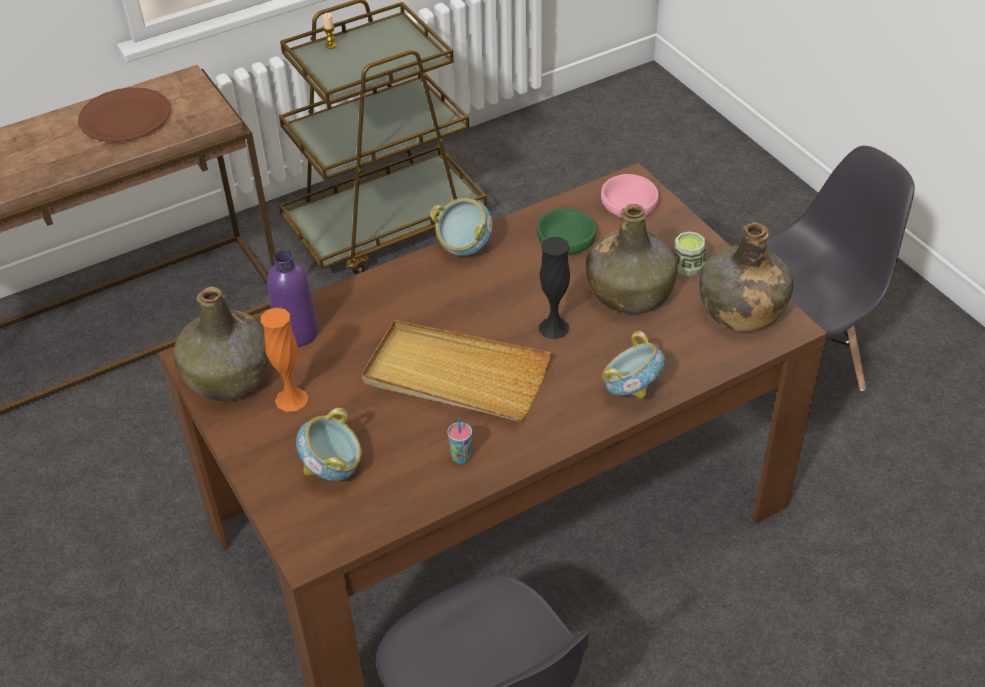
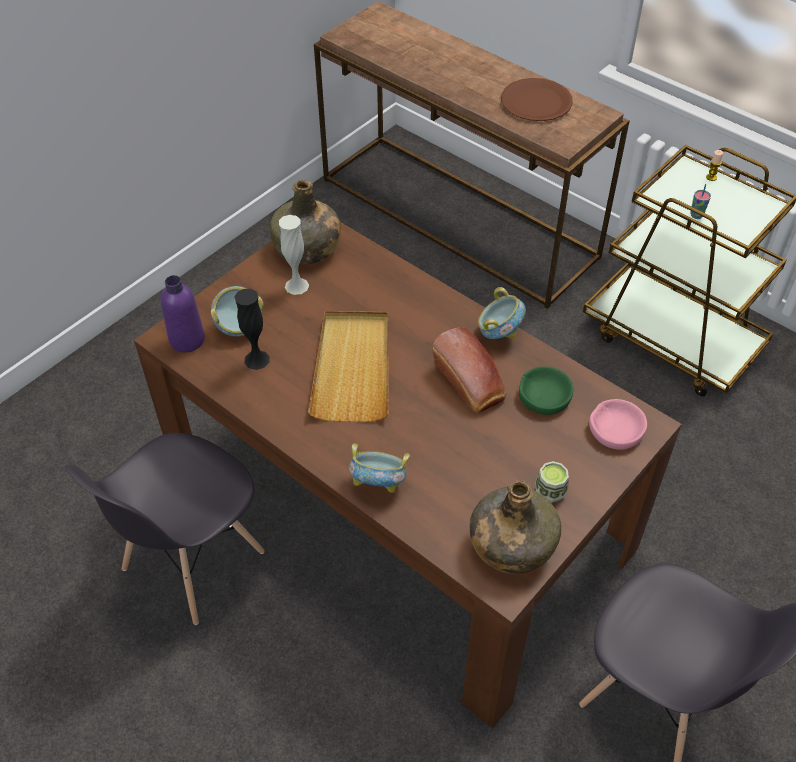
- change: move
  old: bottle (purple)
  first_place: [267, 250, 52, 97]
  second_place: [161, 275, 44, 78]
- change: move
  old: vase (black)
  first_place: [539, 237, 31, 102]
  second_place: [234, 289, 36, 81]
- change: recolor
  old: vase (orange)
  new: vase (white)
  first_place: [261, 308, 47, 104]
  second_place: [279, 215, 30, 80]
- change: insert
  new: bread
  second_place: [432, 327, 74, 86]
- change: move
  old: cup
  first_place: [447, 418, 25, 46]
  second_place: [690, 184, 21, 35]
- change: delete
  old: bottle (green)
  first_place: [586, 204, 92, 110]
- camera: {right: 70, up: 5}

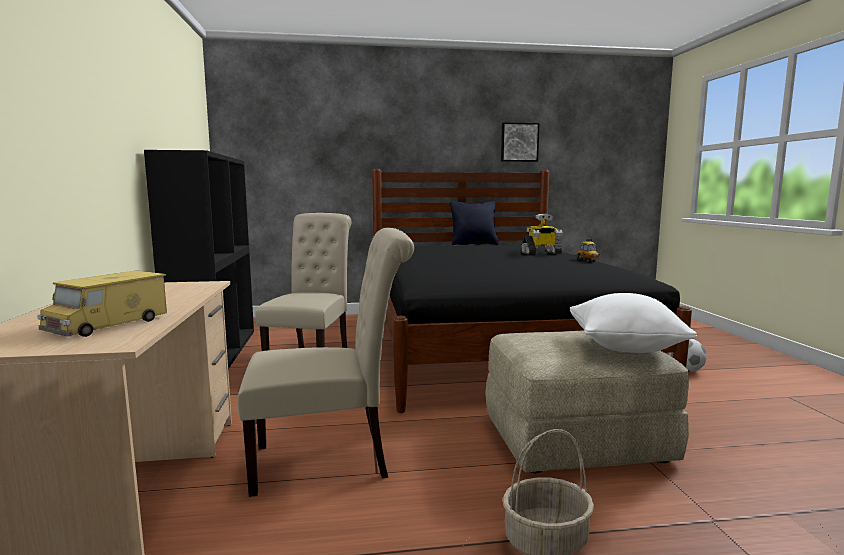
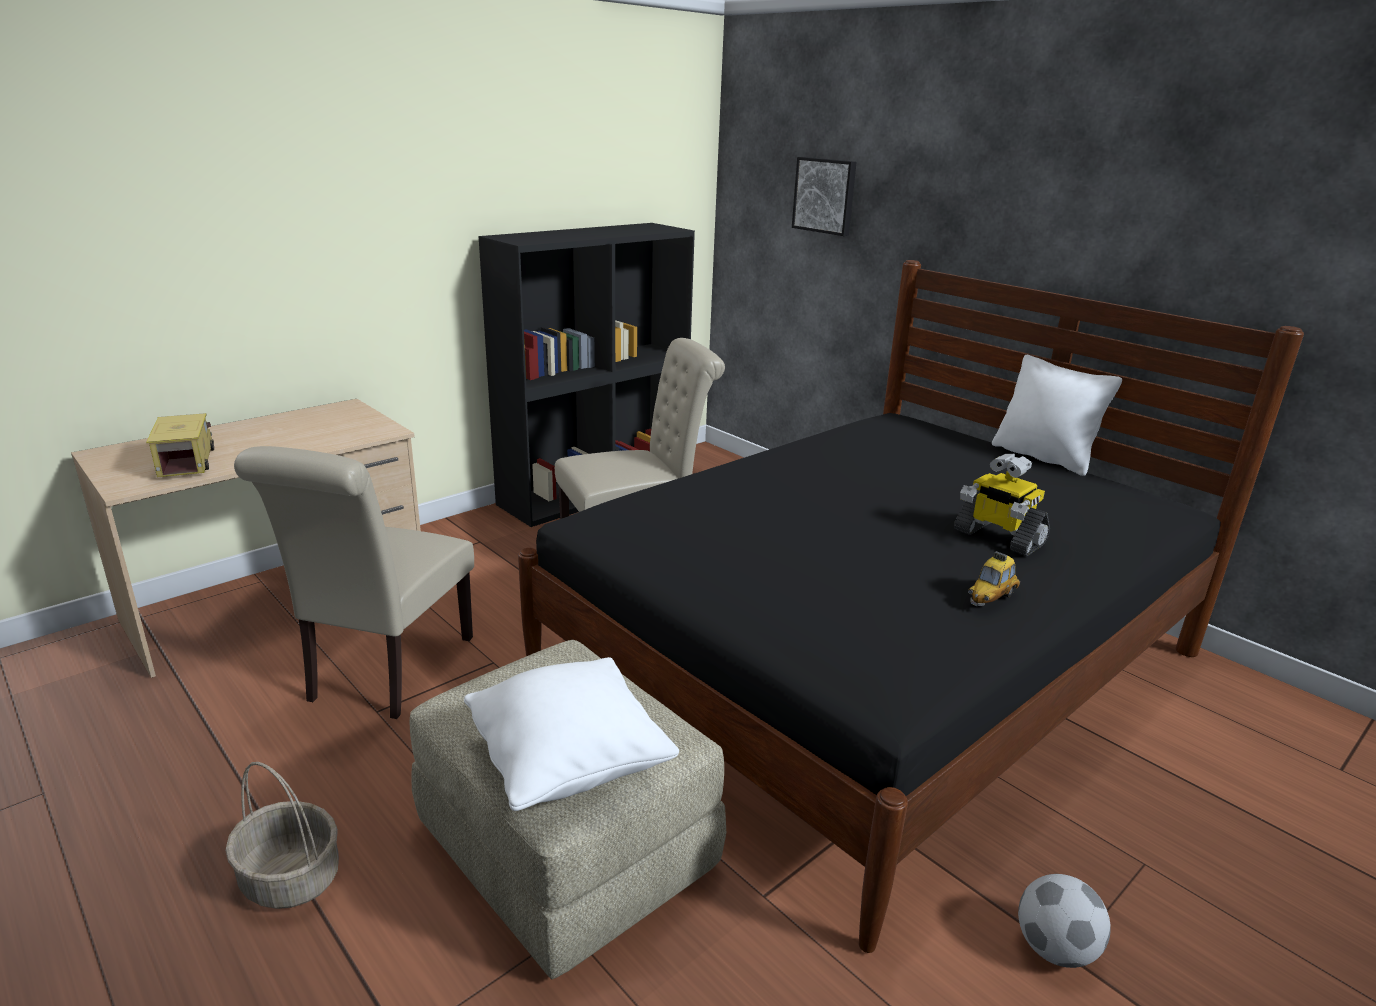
- change: rotate
  old: toy truck
  first_place: [37, 271, 130, 66]
  second_place: [146, 413, 68, 64]
  degrees: 75
- change: rotate
  old: chair (beige)
  first_place: [237, 228, 177, 269]
  second_place: [234, 446, 240, 273]
  degrees: 60
- change: move
  old: picture
  first_place: [501, 122, 39, 40]
  second_place: [792, 157, 65, 79]
- change: recolor
  old: pillow (black)
  new: pillow (white)
  first_place: [450, 201, 49, 44]
  second_place: [992, 355, 130, 121]
- camera: {right: 55, up: 15}

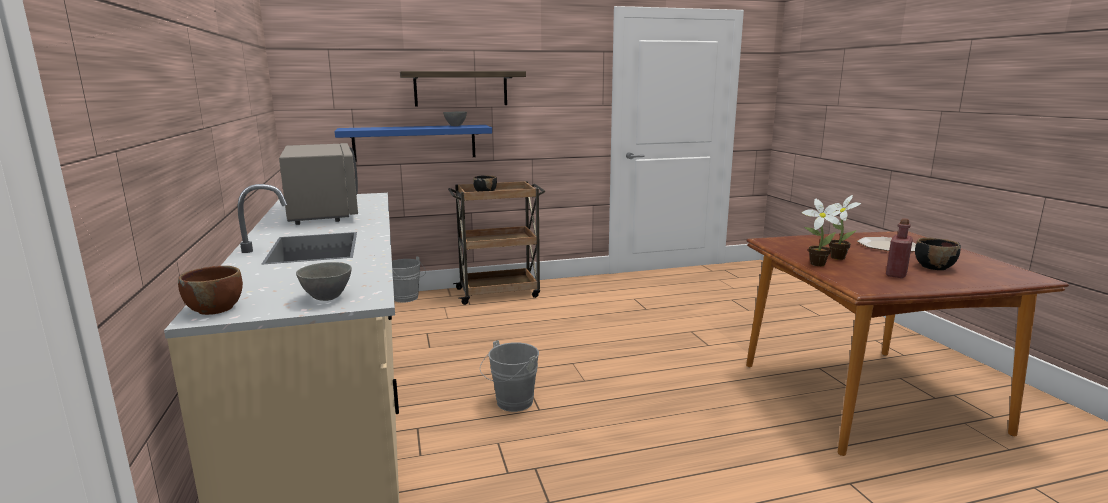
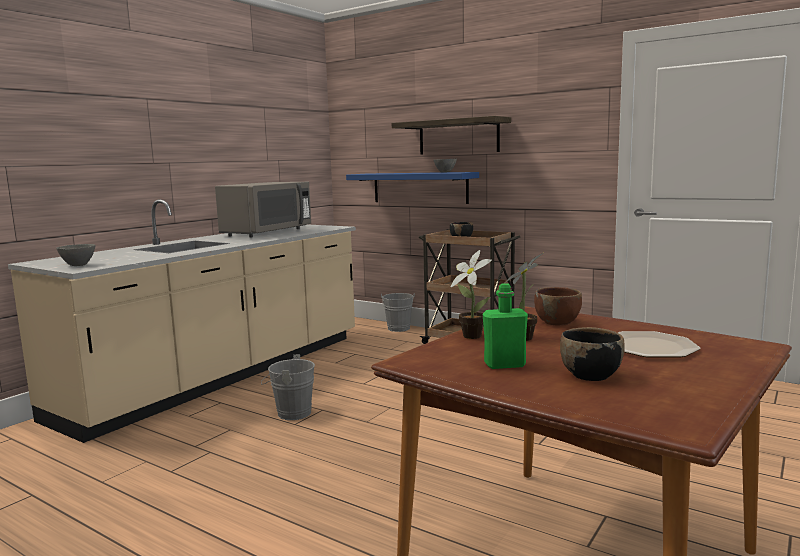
- change: recolor
  old: bottle (red)
  new: bottle (green)
  first_place: [886, 218, 27, 60]
  second_place: [483, 283, 45, 86]
- change: move
  old: bowl (brown)
  first_place: [178, 266, 65, 49]
  second_place: [534, 287, 48, 39]
- camera: {right: 50, up: -5}

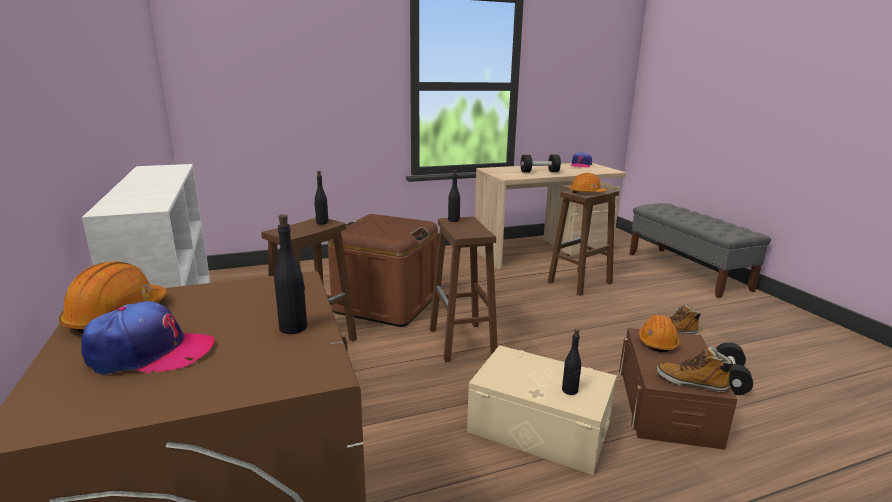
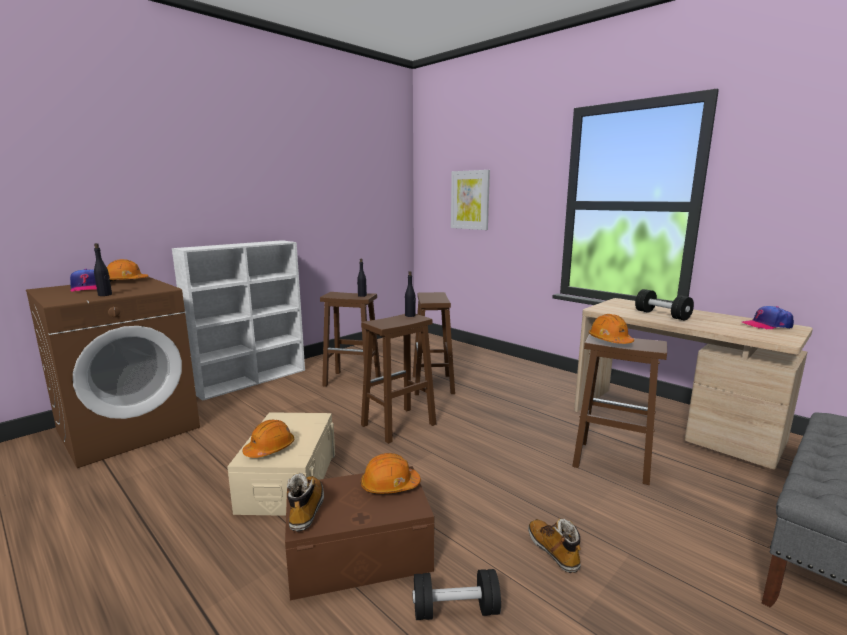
- change: replace
  old: bottle (black)
  new: hard hat (orange)
  first_place: [562, 329, 19, 66]
  second_place: [242, 420, 52, 38]
- change: replace
  old: storage box (brown)
  new: stool (brown)
  first_place: [327, 214, 111, 113]
  second_place: [413, 292, 42, 103]
- change: insert
  new: picture
  second_place: [451, 170, 39, 60]
- camera: {right: 65, up: -5}

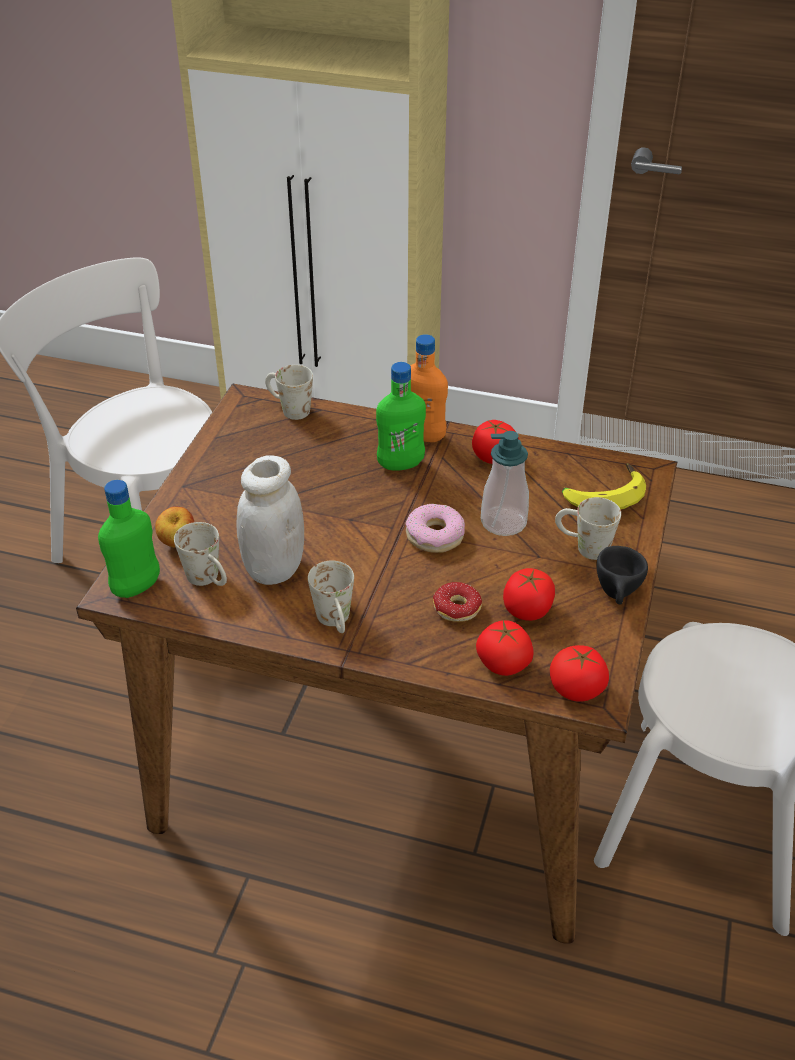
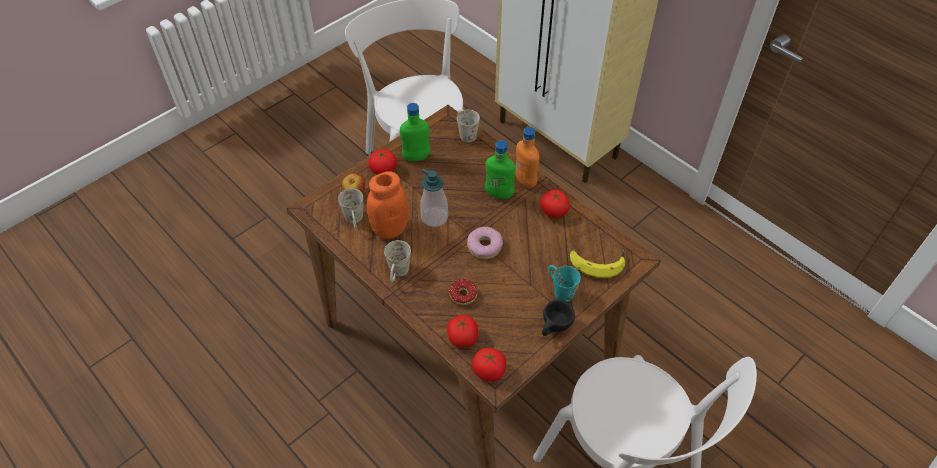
- change: recolor
  old: jar (white)
  new: jar (orange)
  first_place: [236, 455, 68, 130]
  second_place: [367, 171, 42, 68]
- change: move
  old: tomato
  first_place: [503, 568, 52, 53]
  second_place: [368, 149, 29, 26]
- change: move
  old: bottle (green)
  first_place: [98, 480, 62, 118]
  second_place: [400, 103, 30, 58]
- change: move
  old: soap dispenser
  first_place: [481, 431, 48, 105]
  second_place: [420, 169, 28, 58]
- change: recolor
  old: mug (white)
  new: mug (turquoise)
  first_place: [555, 497, 66, 63]
  second_place: [548, 265, 33, 37]
- camera: {right: 30, up: 10}

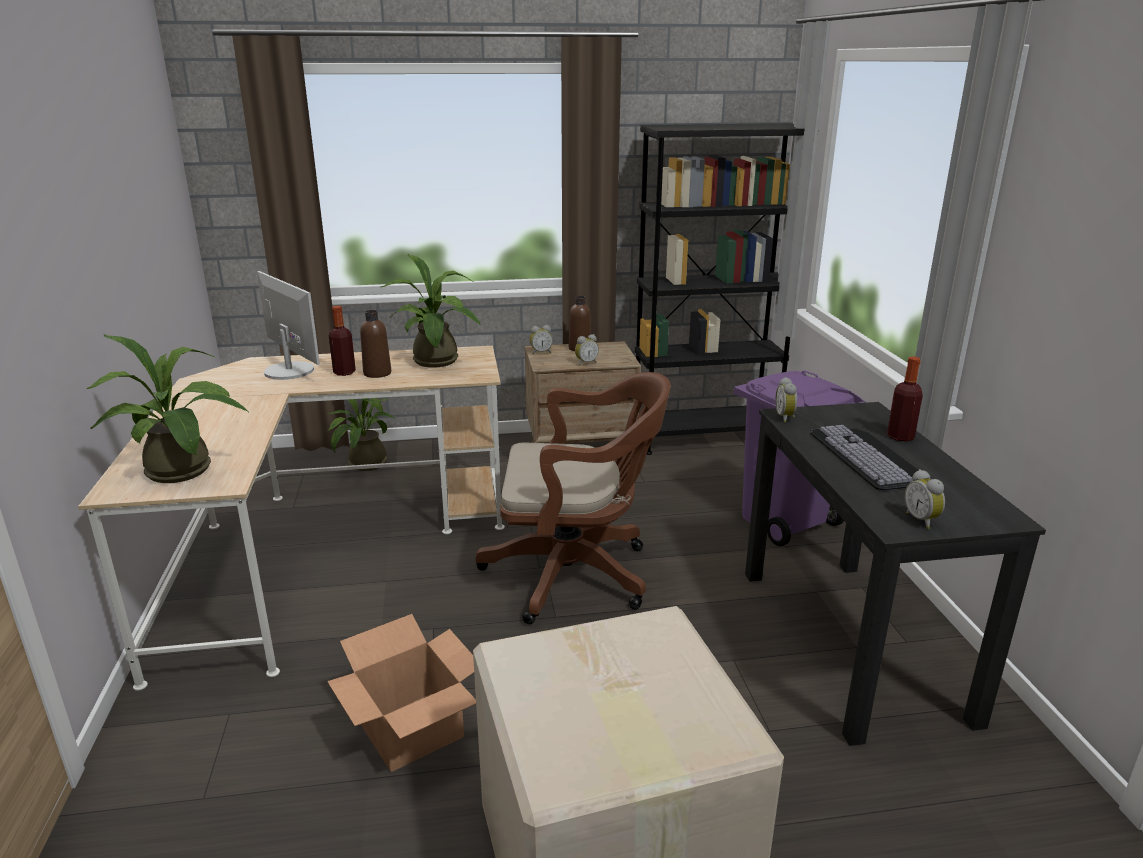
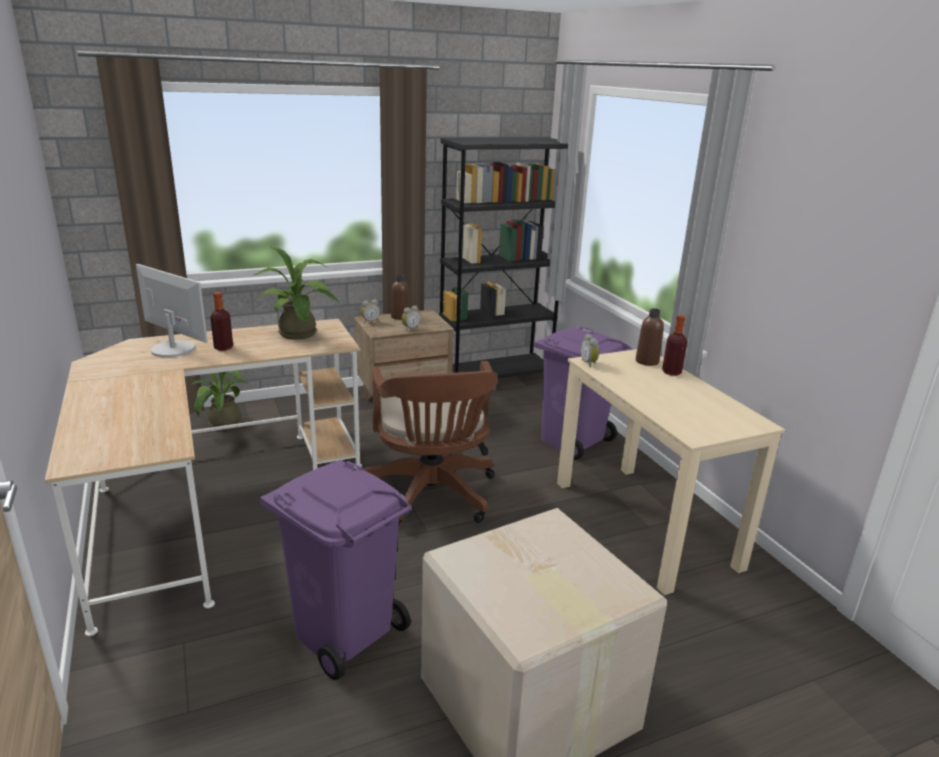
- change: replace
  old: cardboard box
  new: trash can (purple)
  first_place: [327, 614, 149, 158]
  second_place: [260, 460, 152, 220]
- change: rotate
  old: office chair (brown)
  first_place: [476, 372, 195, 252]
  second_place: [363, 361, 135, 162]
  degrees: 90
- change: recolor
  old: desk (black)
  new: desk (beige)
  first_place: [745, 402, 301, 344]
  second_place: [557, 349, 228, 246]
- change: move
  old: bottle (brown)
  first_place: [360, 310, 31, 68]
  second_place: [636, 308, 28, 58]
- change: delete
  old: potted plant
  first_place: [87, 334, 161, 149]
- change: delete
  old: keyboard
  first_place: [810, 425, 109, 65]
- change: delete
  old: alarm clock
  first_place: [905, 469, 40, 60]
- camera: {right: -15, up: 0}

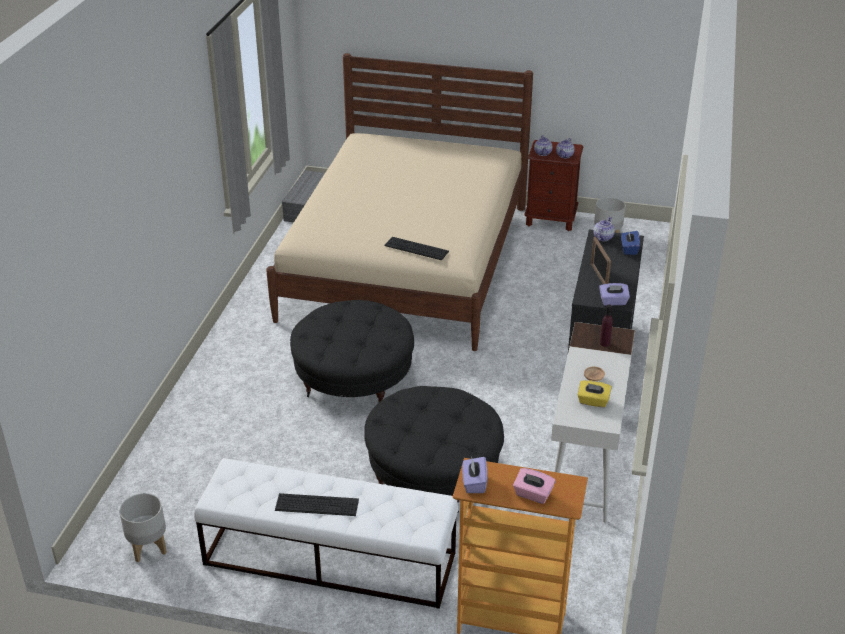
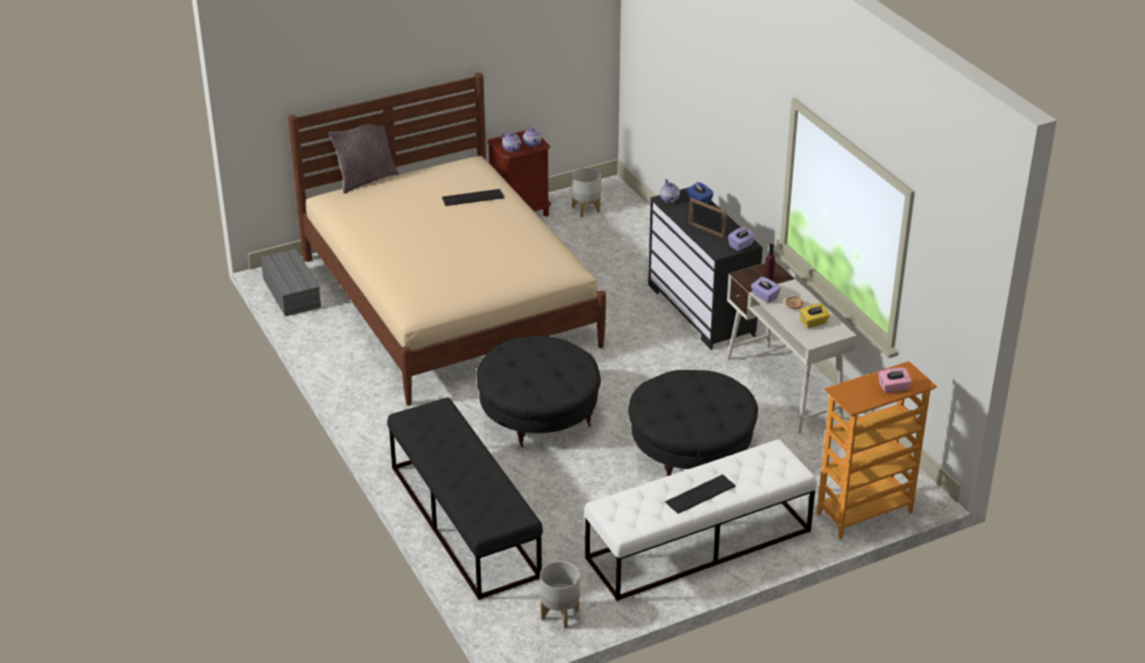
- change: insert
  new: pillow (grey)
  second_place: [328, 124, 71, 70]
- change: insert
  new: bench (black)
  second_place: [387, 398, 156, 202]
- change: move
  old: keyboard
  first_place: [385, 237, 64, 23]
  second_place: [442, 189, 62, 17]
- change: move
  old: tissue box (purple)
  first_place: [462, 457, 25, 36]
  second_place: [751, 277, 30, 26]
- camera: {right: -40, up: 0}

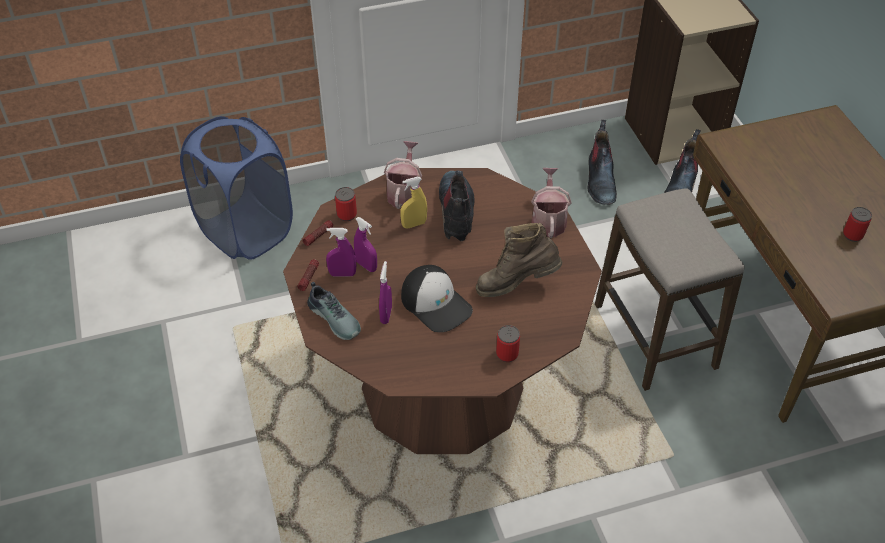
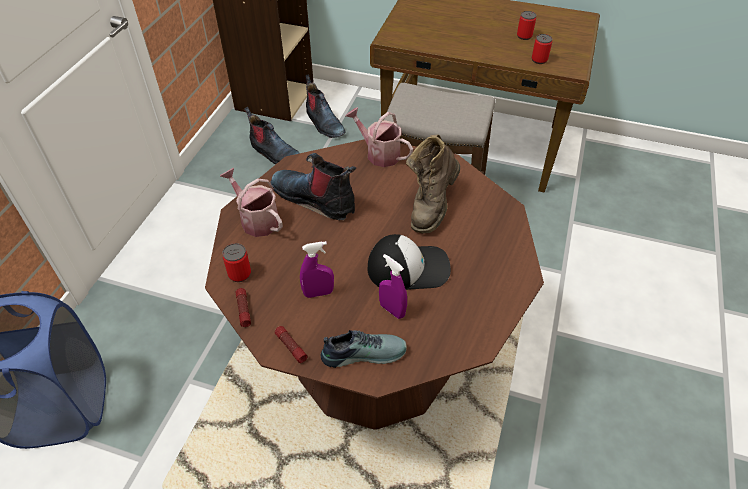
- change: move
  old: can
  first_place: [496, 325, 24, 37]
  second_place: [532, 34, 20, 30]
- change: delete
  old: spray bottle (purple)
  first_place: [326, 228, 30, 49]
- change: delete
  old: spray bottle (yellow)
  first_place: [400, 177, 27, 51]
- camera: {right: -55, up: 0}

